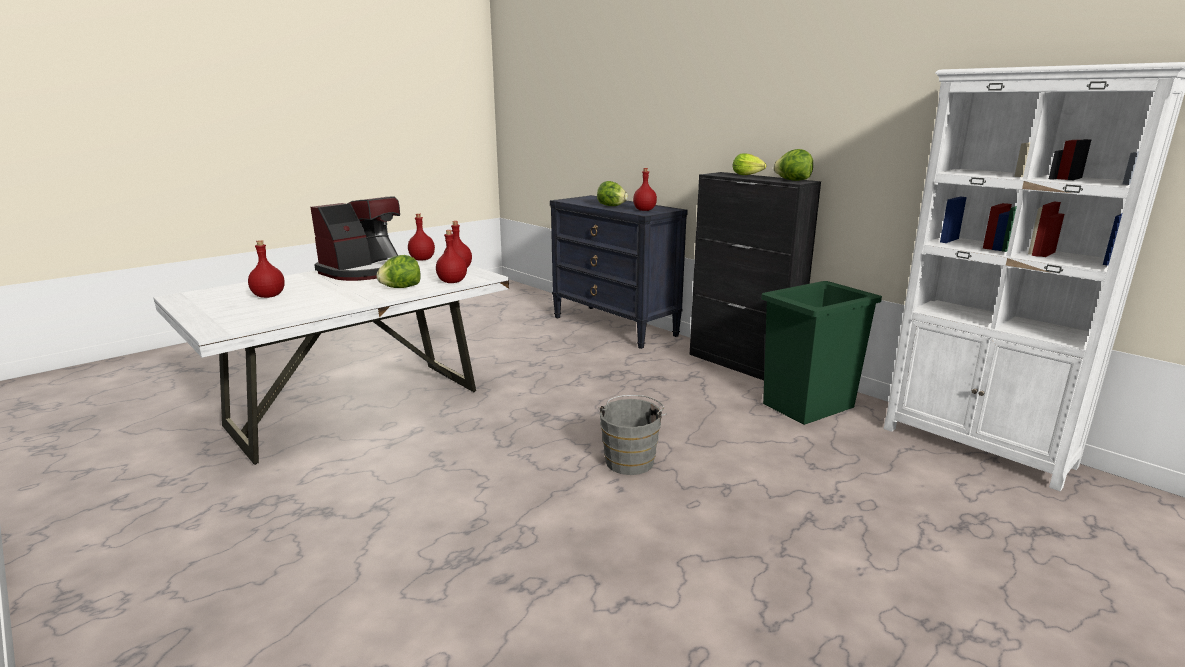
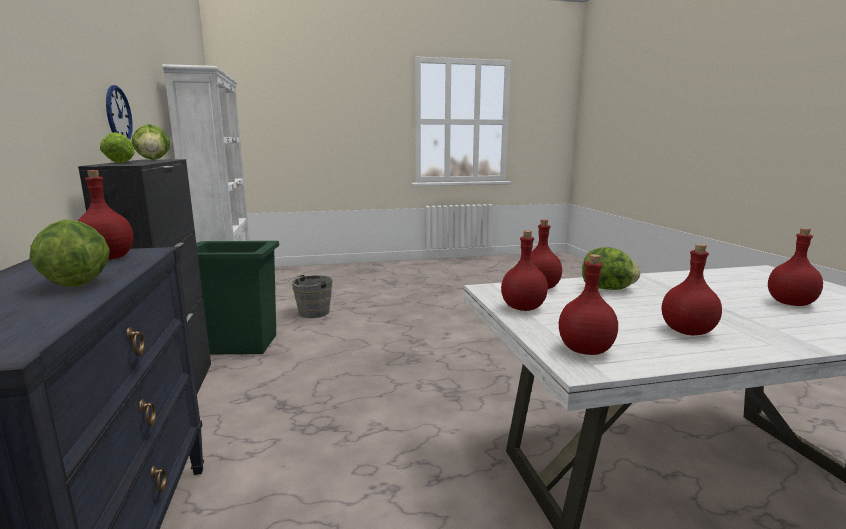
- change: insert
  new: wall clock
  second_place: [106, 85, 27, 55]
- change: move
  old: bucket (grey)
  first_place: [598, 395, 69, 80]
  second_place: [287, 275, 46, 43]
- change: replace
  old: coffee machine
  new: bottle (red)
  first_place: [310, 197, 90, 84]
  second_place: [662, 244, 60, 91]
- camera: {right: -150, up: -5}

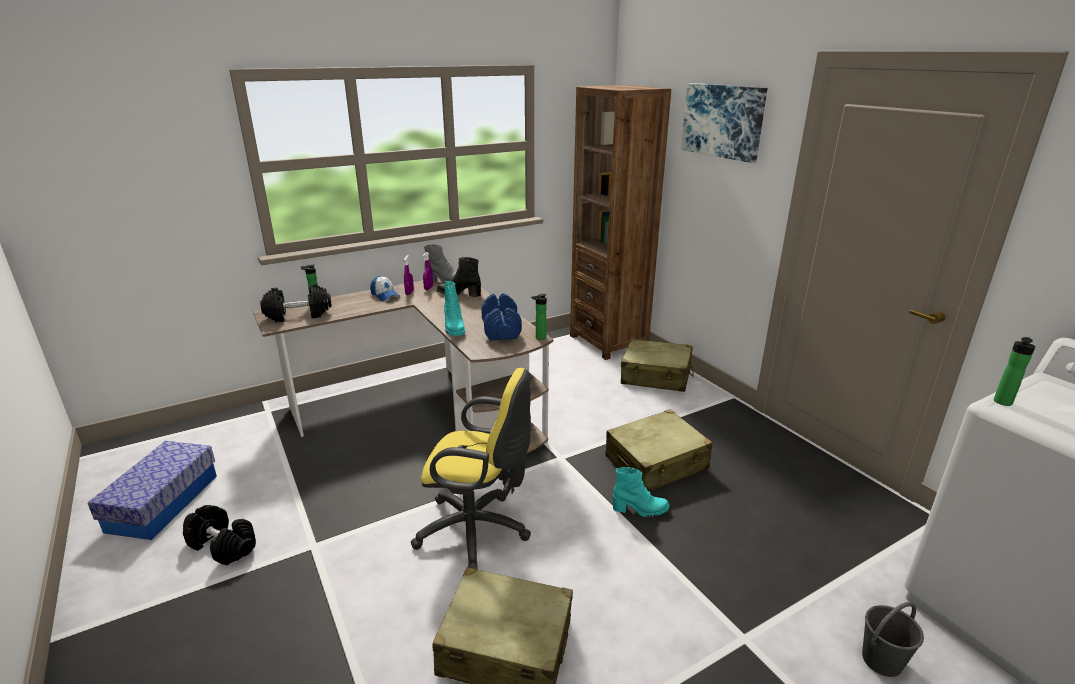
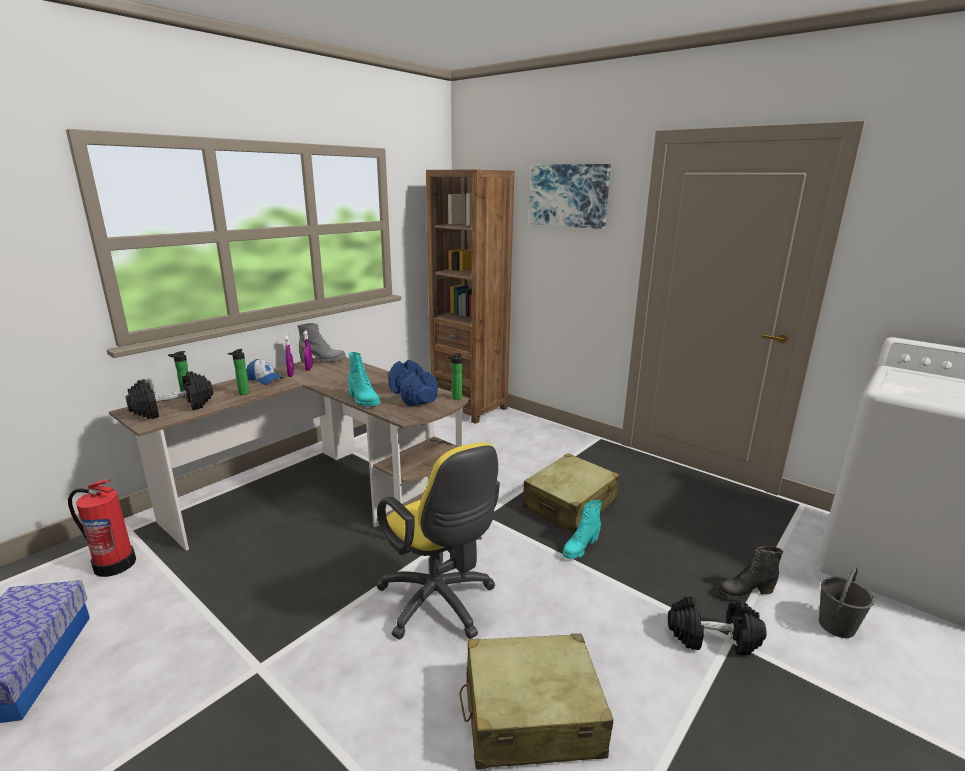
- change: insert
  new: fire extinguisher
  second_place: [68, 479, 68, 98]
- change: move
  old: bottle
  first_place: [994, 337, 42, 69]
  second_place: [228, 349, 22, 46]
- change: rotate
  old: office chair (yellow)
  first_place: [411, 368, 120, 202]
  second_place: [376, 442, 124, 198]
  degrees: 60
- change: rotate
  old: boot (turquoise)
  first_place: [613, 467, 56, 50]
  second_place: [563, 500, 39, 59]
  degrees: 150
- change: move
  old: dumbbell (black)
  first_place: [183, 505, 73, 60]
  second_place: [668, 596, 98, 60]
- change: move
  old: boot (black)
  first_place: [437, 257, 44, 40]
  second_place: [718, 546, 65, 55]
- change: delete
  old: suitcase (beige)
  first_place: [621, 339, 73, 53]
- camera: {right: -20, up: -5}

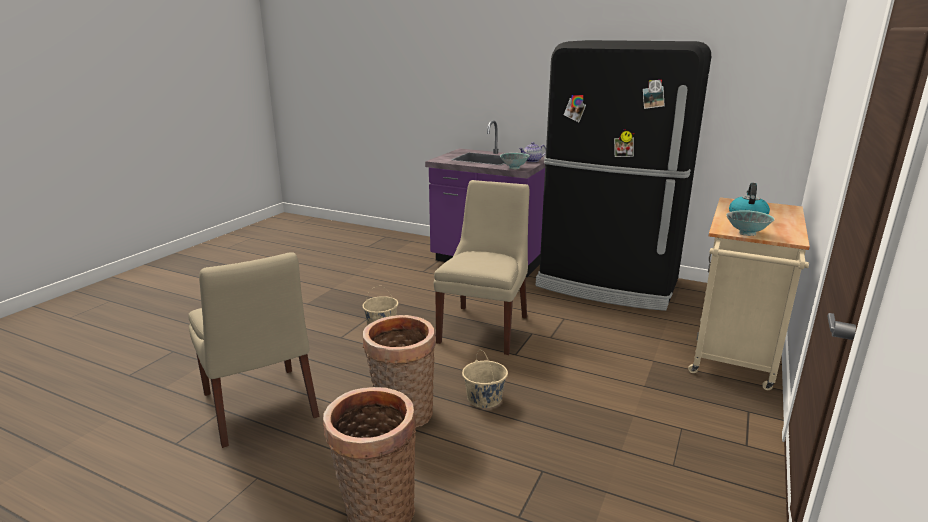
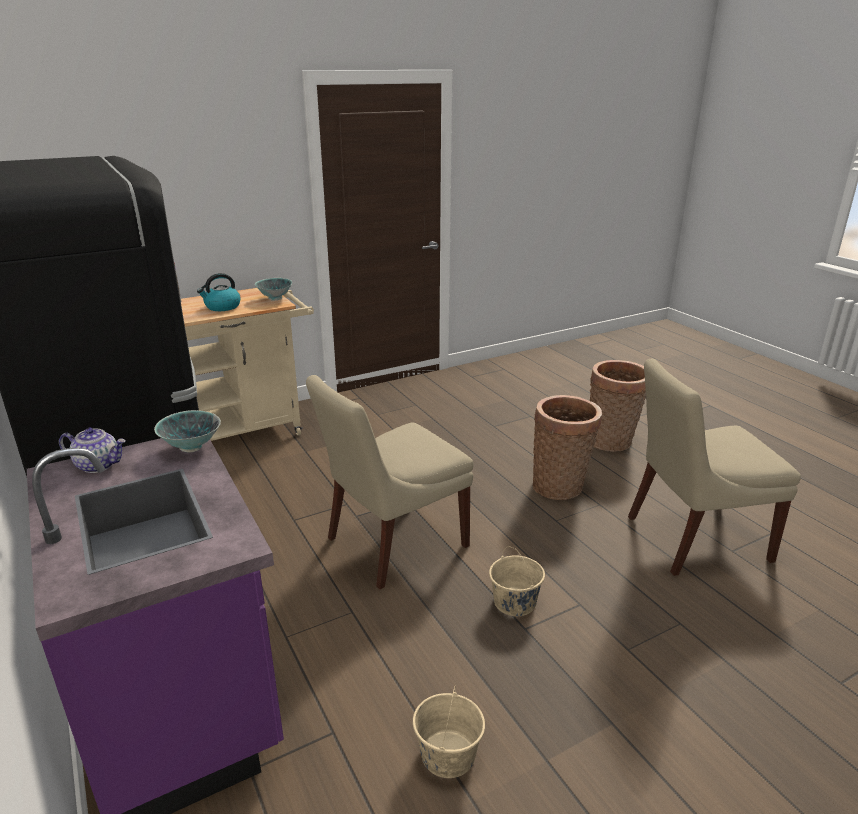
- change: move
  old: bucket (beige)
  first_place: [462, 350, 46, 58]
  second_place: [413, 686, 72, 92]
- change: rotate
  old: chair (beige)
  first_place: [188, 252, 131, 196]
  second_place: [628, 359, 173, 217]
  degrees: -105
- camera: {right: -145, up: 5}

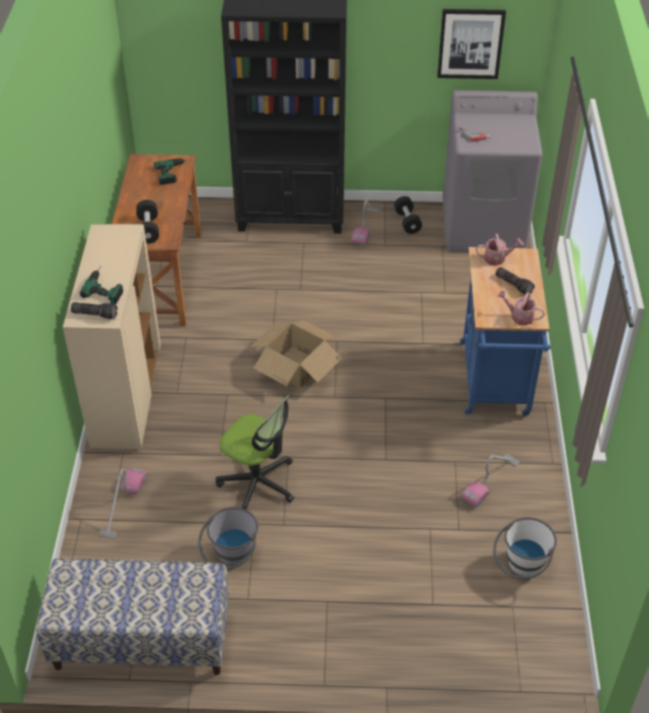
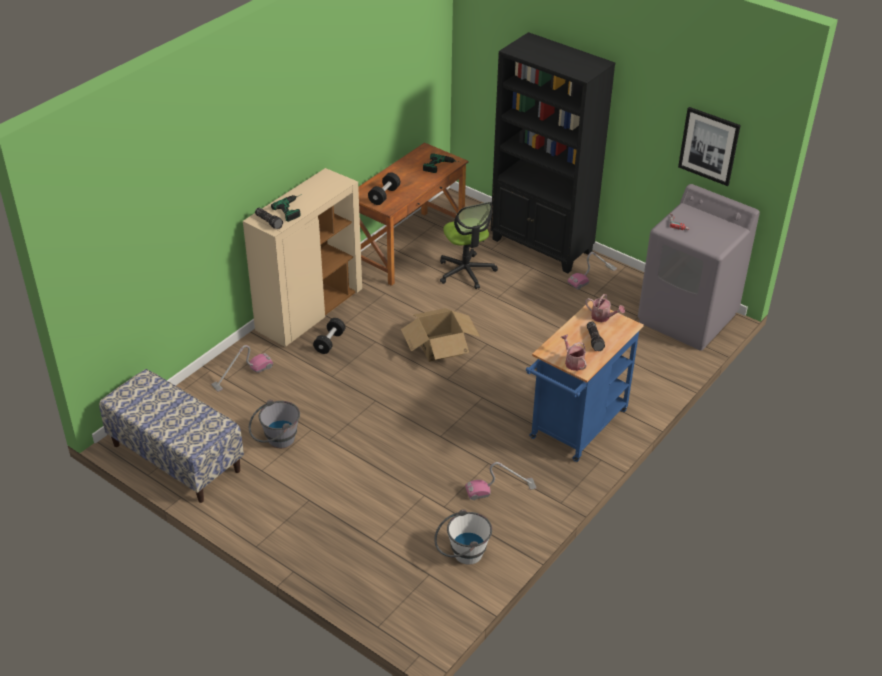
- change: move
  old: dumbbell (black)
  first_place: [394, 196, 28, 38]
  second_place: [313, 318, 33, 36]
- change: move
  old: office chair
  first_place: [216, 395, 78, 115]
  second_place: [440, 202, 58, 87]
- camera: {right: 35, up: -5}

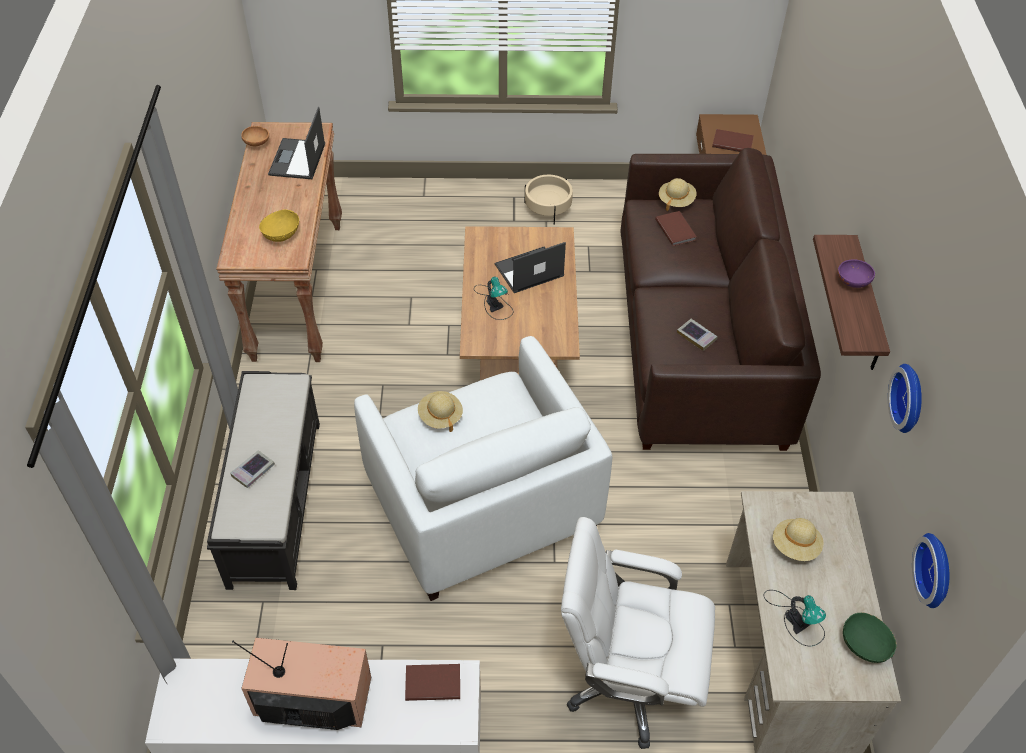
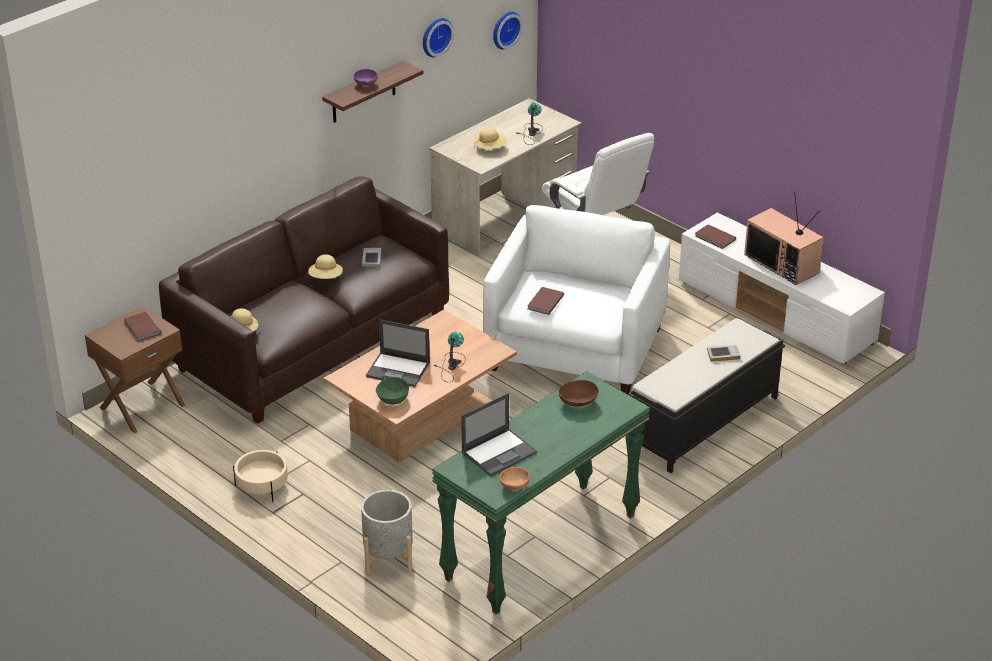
- change: move
  old: hat (beige)
  first_place: [418, 391, 45, 41]
  second_place: [308, 255, 35, 24]
- change: insert
  new: planter (grey)
  second_place: [361, 490, 52, 84]
- change: move
  old: bowl (green)
  first_place: [843, 613, 54, 50]
  second_place: [376, 377, 33, 28]
- change: recolor
  old: console table (brown)
  new: console table (green)
  first_place: [216, 122, 126, 240]
  second_place: [432, 371, 218, 244]
- change: move
  old: book (brown)
  first_place: [655, 211, 42, 35]
  second_place: [527, 287, 37, 28]
- change: recolor
  old: bowl (yellow)
  new: bowl (brown)
  first_place: [259, 209, 40, 33]
  second_place: [559, 380, 40, 27]
- camera: {right: -135, up: -15}

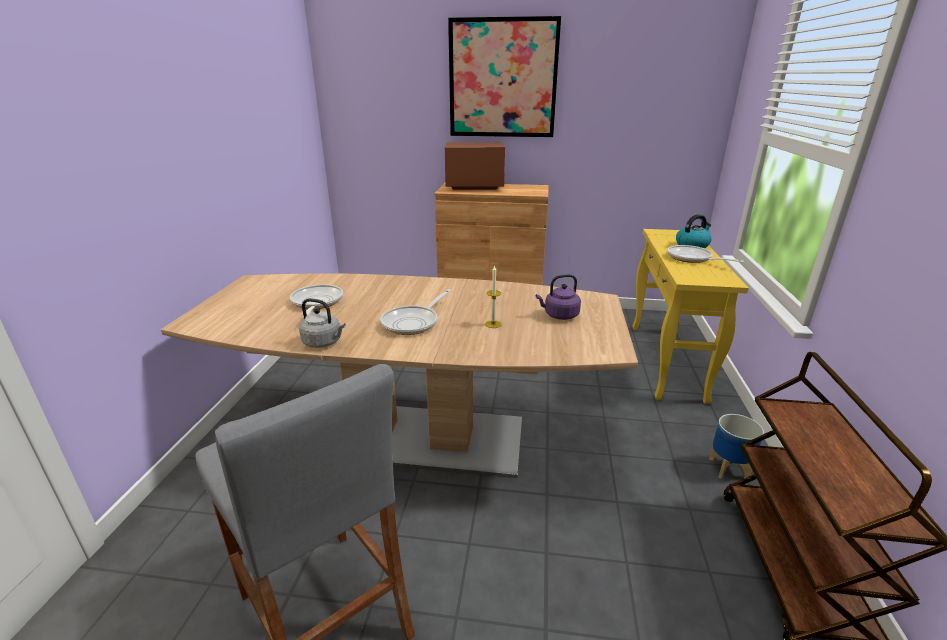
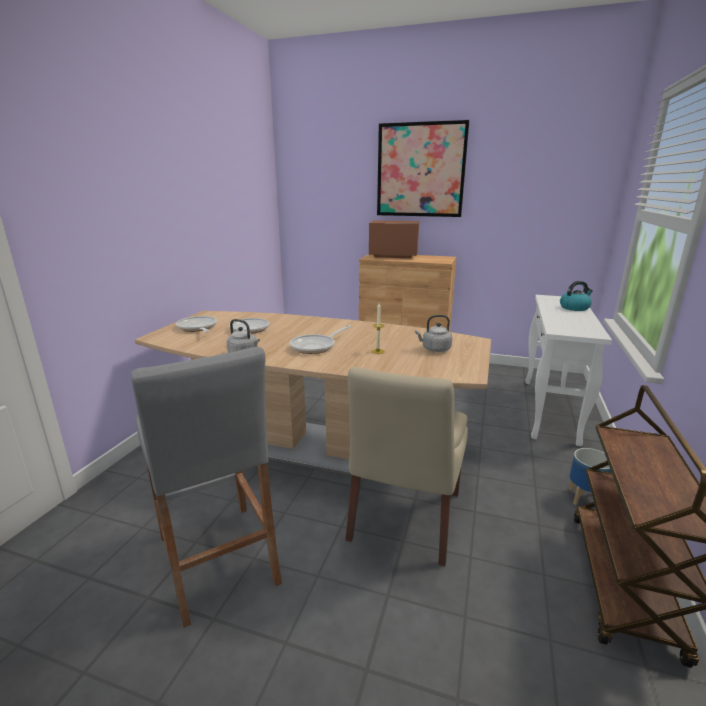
- change: move
  old: frying pan
  first_place: [667, 245, 78, 18]
  second_place: [176, 316, 41, 17]
- change: insert
  new: chair (beige)
  second_place: [345, 367, 123, 200]
- change: recolor
  old: kettle (purple)
  new: kettle (grey)
  first_place: [536, 274, 45, 46]
  second_place: [415, 315, 37, 37]
- change: recolor
  old: console table (yellow)
  new: console table (white)
  first_place: [632, 229, 117, 175]
  second_place: [526, 295, 86, 151]
- camera: {right: 10, up: -5}

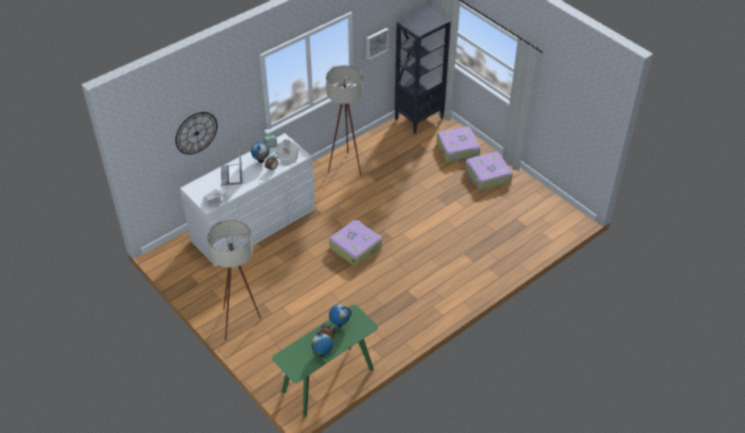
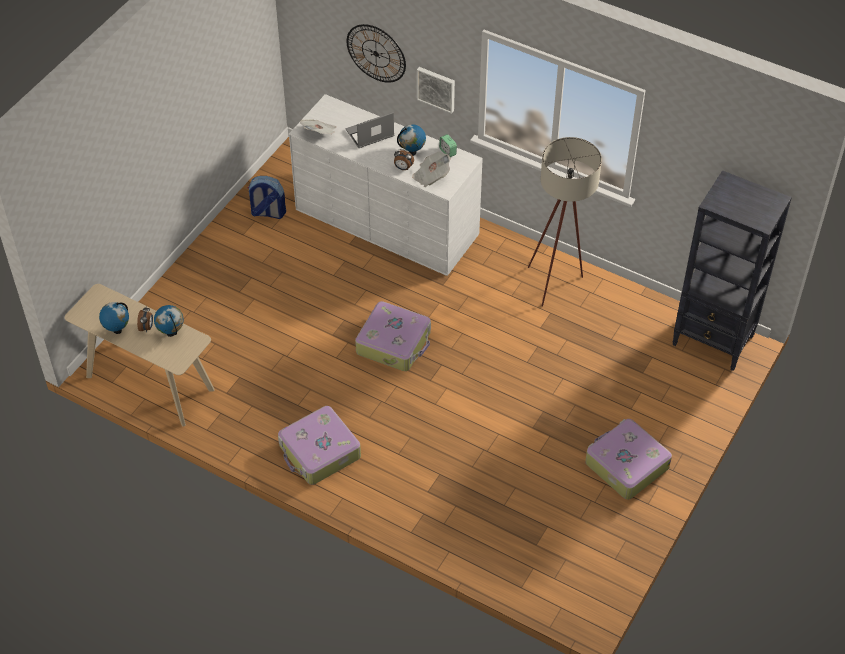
- change: recolor
  old: console table (green)
  new: console table (beige)
  first_place: [272, 305, 106, 112]
  second_place: [65, 284, 150, 143]
- change: insert
  new: backpack
  second_place: [248, 176, 38, 43]
- change: move
  old: suitcase
  first_place: [437, 127, 43, 36]
  second_place: [278, 406, 83, 79]
- change: move
  old: picture
  first_place: [367, 28, 22, 32]
  second_place: [417, 67, 38, 47]
- change: delete
  old: floor lamp (beige)
  first_place: [207, 220, 54, 120]
- camera: {right: 70, up: 5}

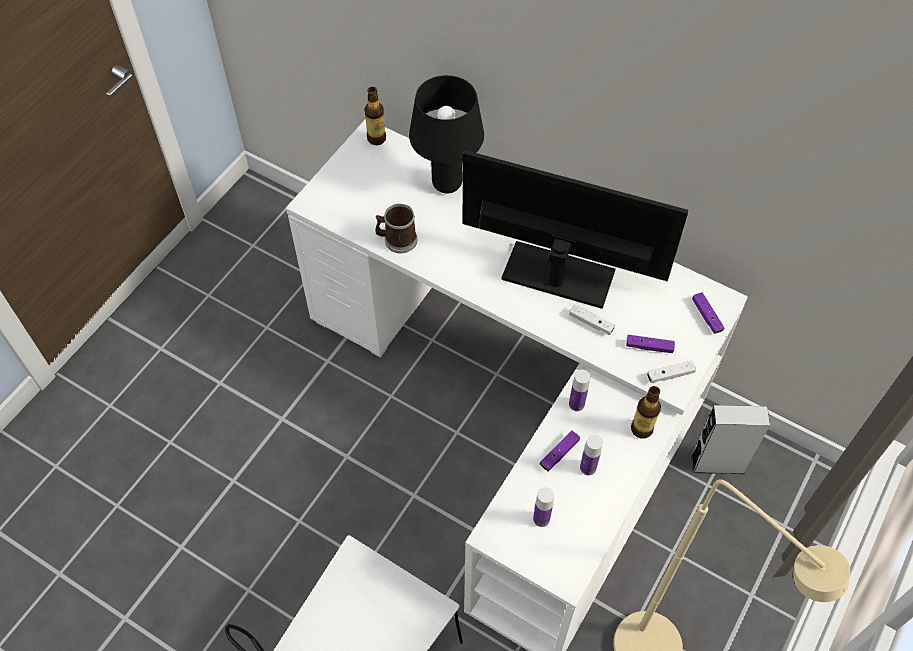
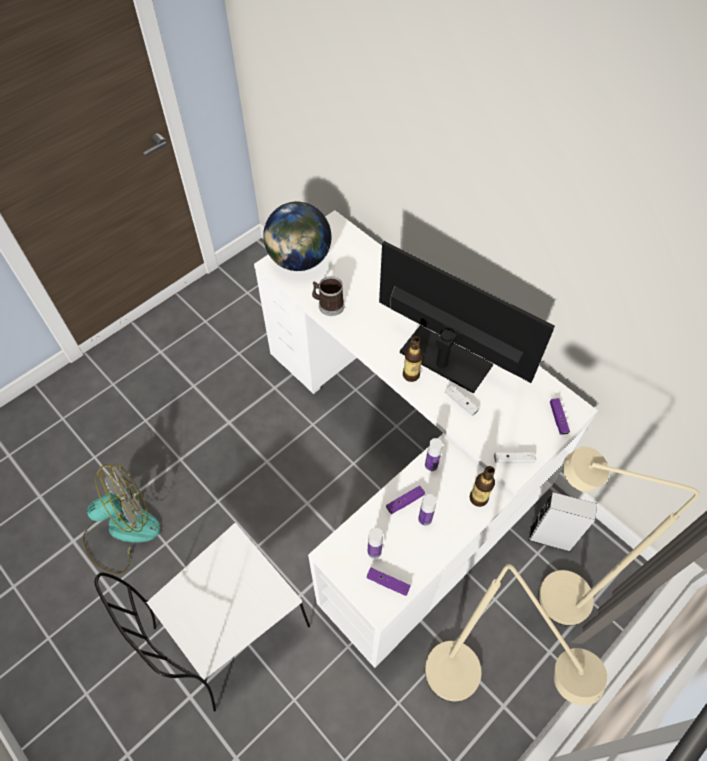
- change: insert
  new: fan
  second_place: [83, 463, 78, 111]
- change: insert
  new: globe
  second_place: [263, 201, 68, 70]
- change: move
  old: game controller (purple)
  first_place: [626, 335, 49, 18]
  second_place: [367, 568, 43, 28]
- change: move
  old: bottle
  first_place: [364, 87, 22, 58]
  second_place: [403, 336, 20, 46]
- change: insert
  new: floor lamp (beige)
  second_place: [538, 447, 161, 179]
- change: delete
  old: table lamp (black)
  first_place: [409, 75, 75, 118]
- camera: {right: 15, up: 0}

